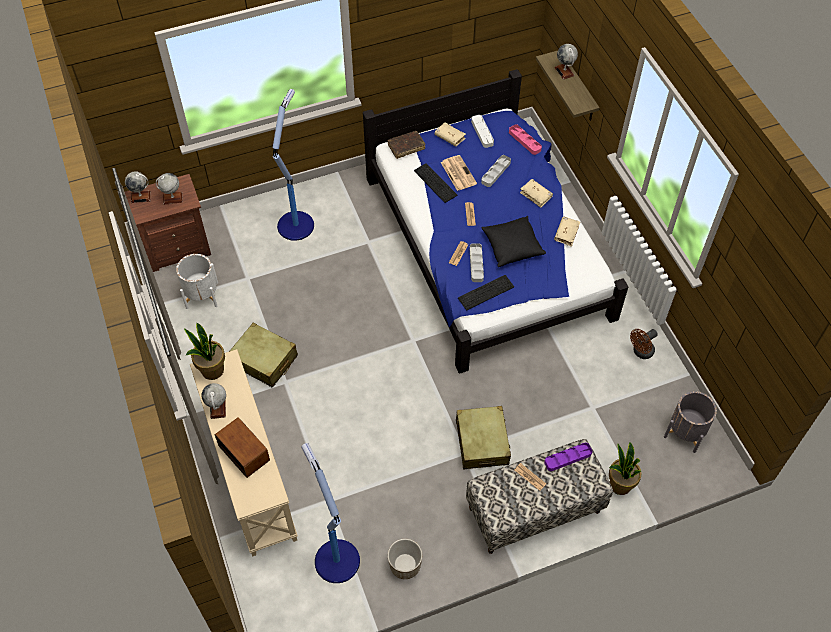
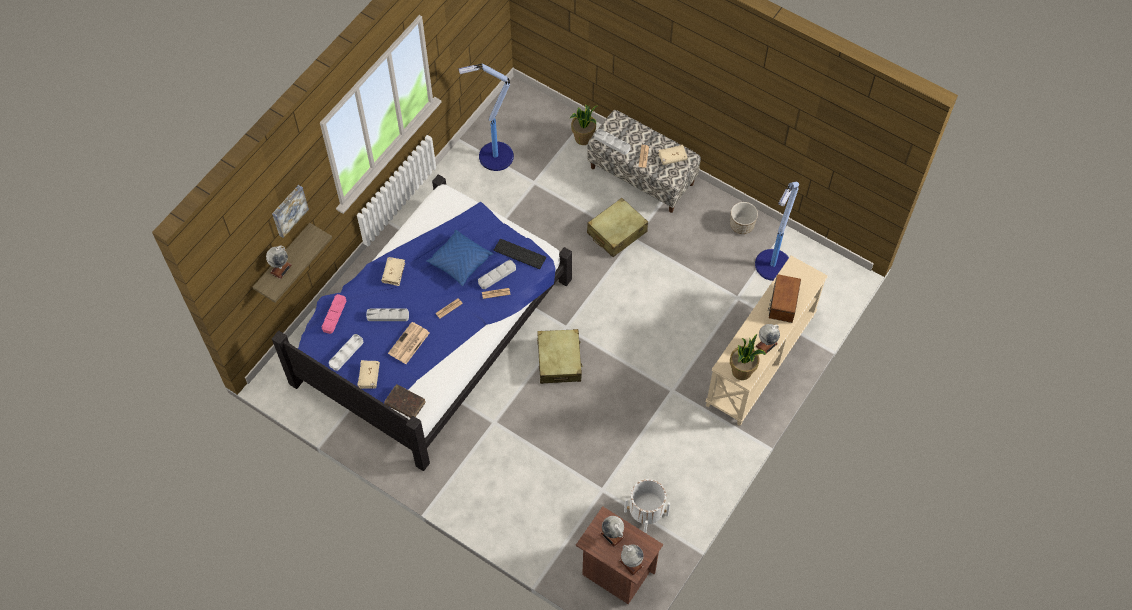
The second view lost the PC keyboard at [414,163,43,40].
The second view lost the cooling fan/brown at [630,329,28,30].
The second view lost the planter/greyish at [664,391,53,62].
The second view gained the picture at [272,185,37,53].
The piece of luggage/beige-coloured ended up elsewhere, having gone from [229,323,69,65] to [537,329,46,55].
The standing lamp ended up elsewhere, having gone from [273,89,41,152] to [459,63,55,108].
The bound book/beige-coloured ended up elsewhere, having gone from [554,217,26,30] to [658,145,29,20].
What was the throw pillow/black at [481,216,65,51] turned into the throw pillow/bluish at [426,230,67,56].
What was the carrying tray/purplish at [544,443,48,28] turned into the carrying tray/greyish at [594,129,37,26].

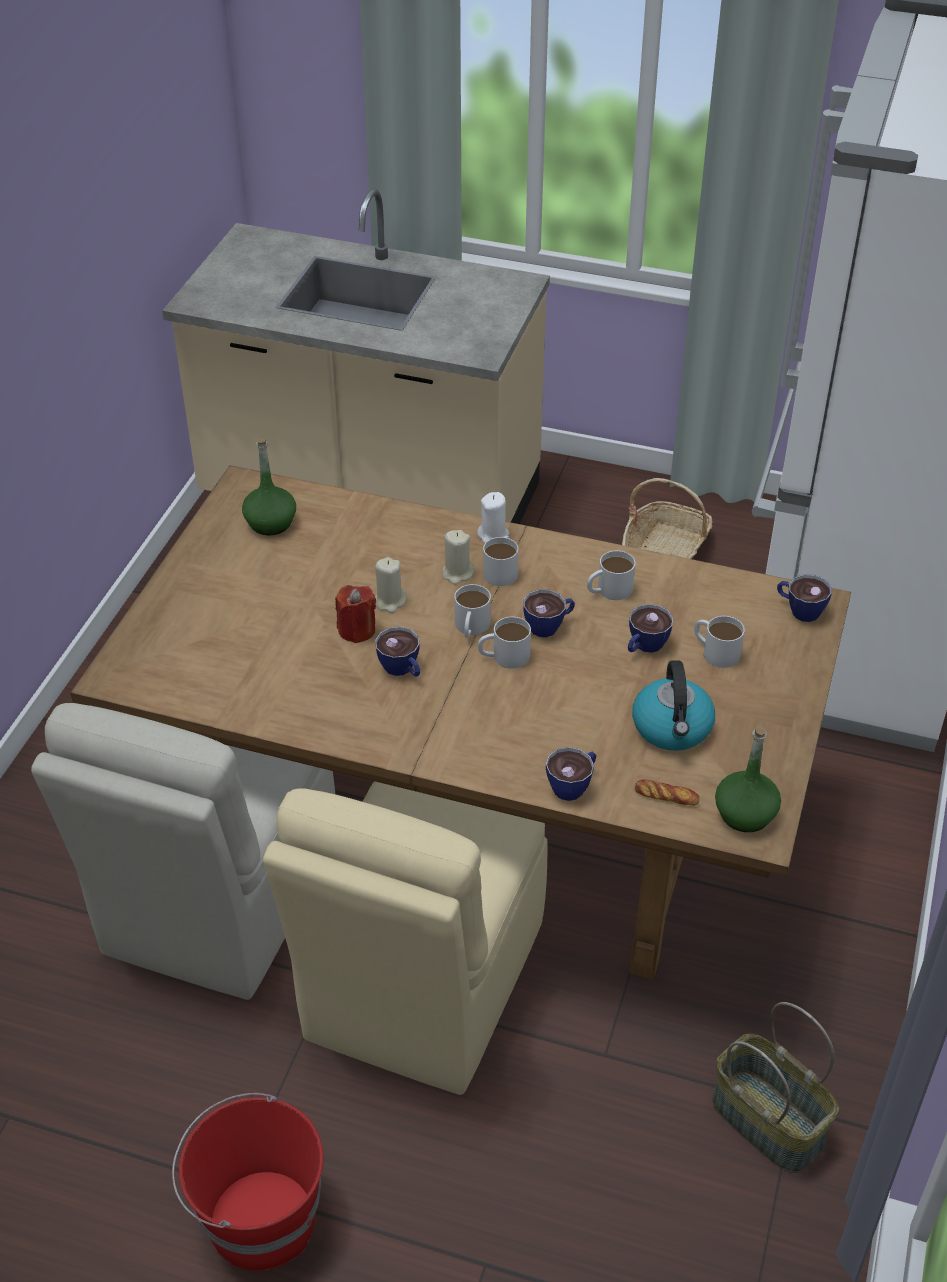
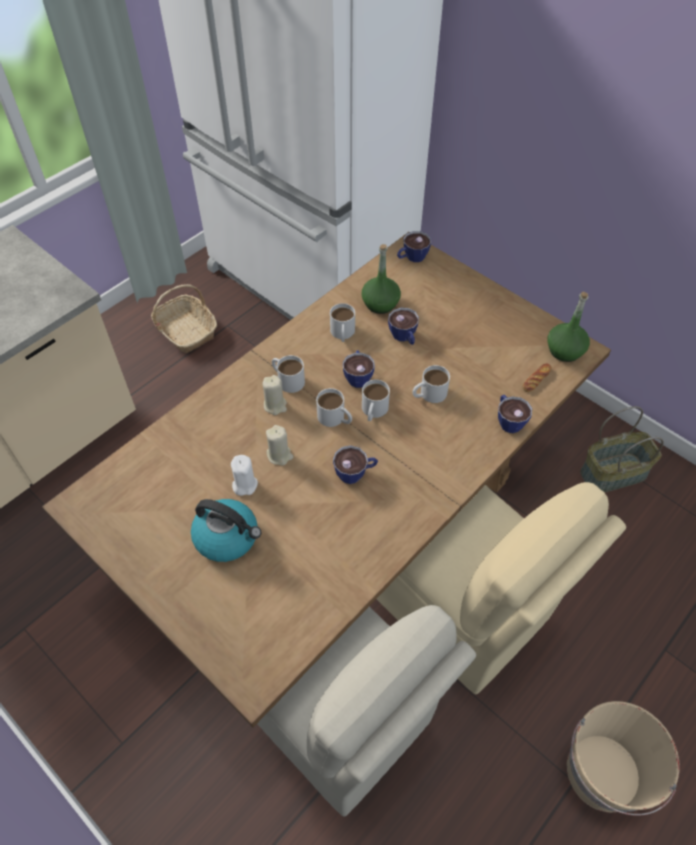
The second view lost the candle/reddish at [335,585,41,58].
The drink bottle/greenish ended up elsewhere, having gone from [242,439,54,97] to [361,244,40,70].
The candle/white-coloured ended up elsewhere, having gone from [477,492,32,51] to [231,455,27,41].
The water kettle ended up elsewhere, having gone from [632,660,83,91] to [191,499,70,63].
The coffee mug/white-coloured ended up elsewhere, having gone from [694,616,51,52] to [412,365,38,38].
What was the bucket/reddish at [172,1093,152,178] turned into the bucket/beige-coloured at [567,701,113,115].

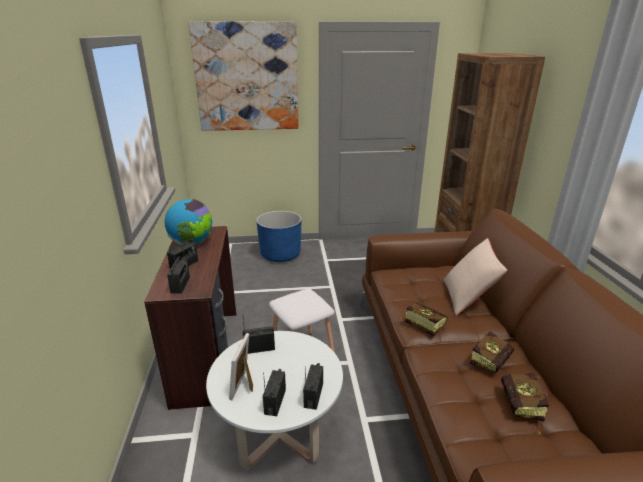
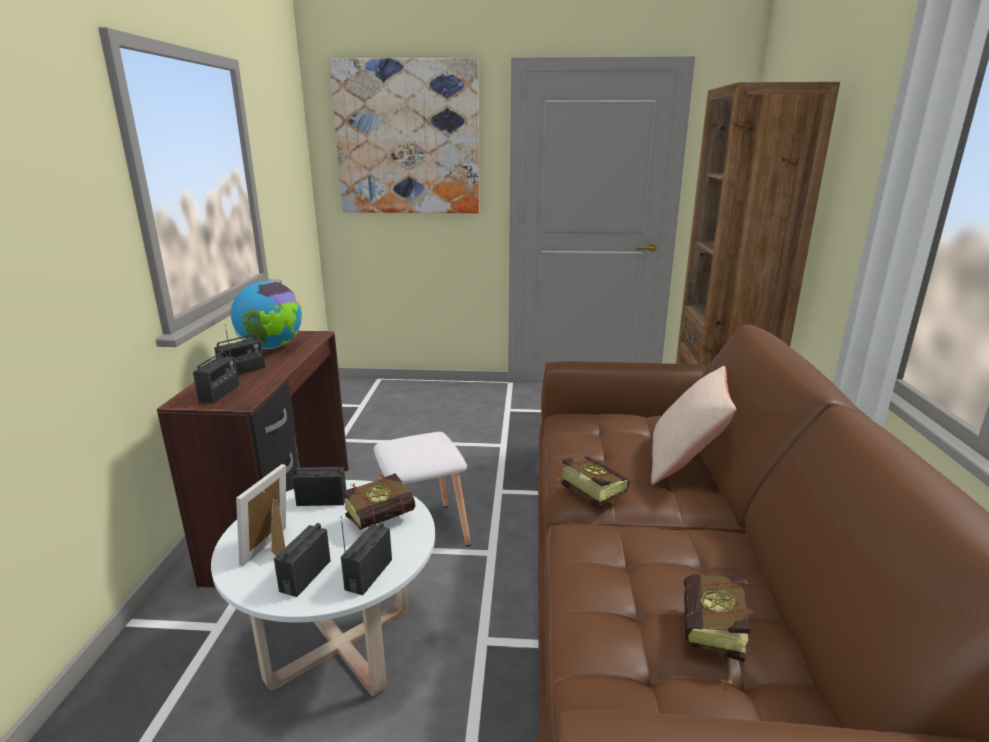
The second view lost the planter/bluish at [256,211,46,51].
The bound book ended up elsewhere, having gone from [470,331,44,42] to [343,473,72,57].

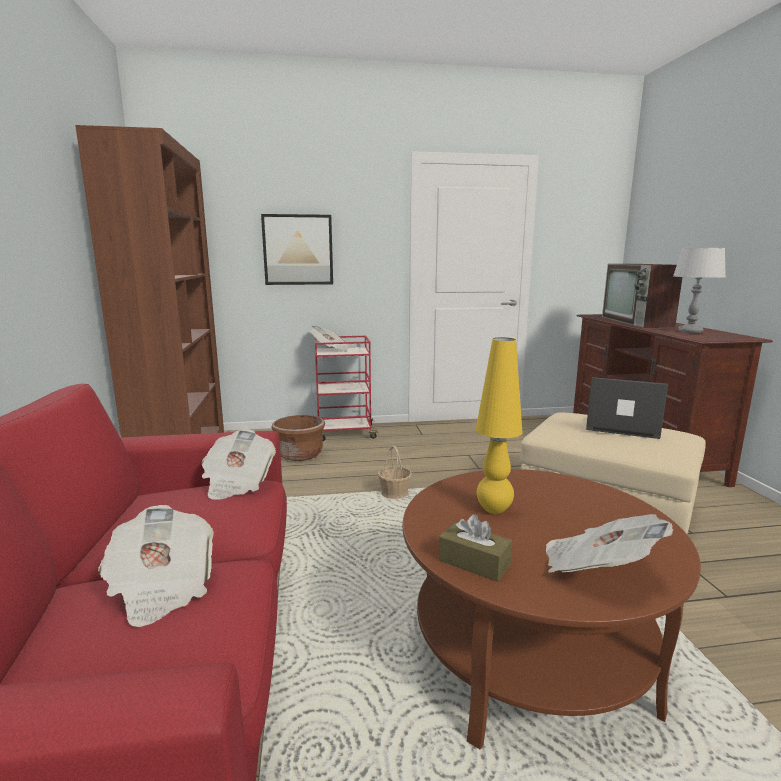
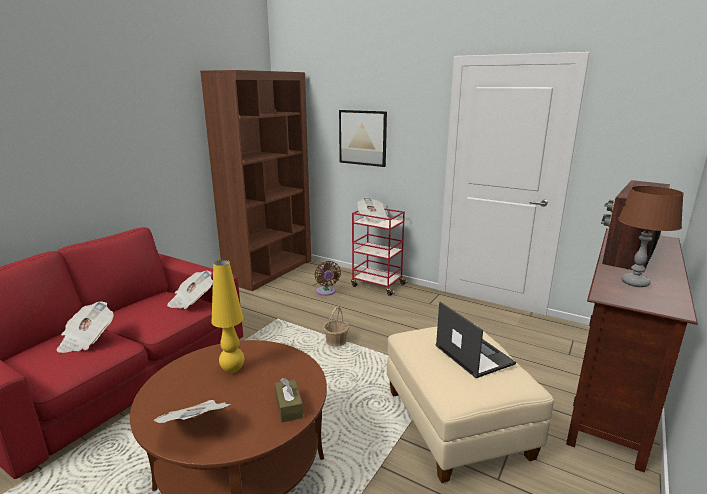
The tissue box/brown ended up elsewhere, having gone from [439,514,73,68] to [275,378,28,44].
Where the planter/brown stood at [271,415,54,46], the cooling fan/brown came to stand at [315,261,26,35].
What was the table lamp/greyish at [673,248,53,85] turned into the table lamp/brown at [618,186,66,101].

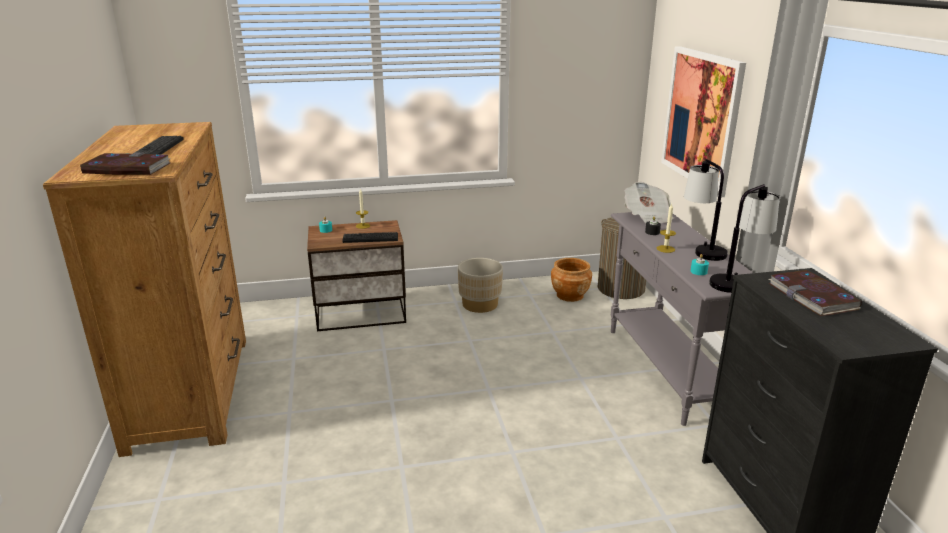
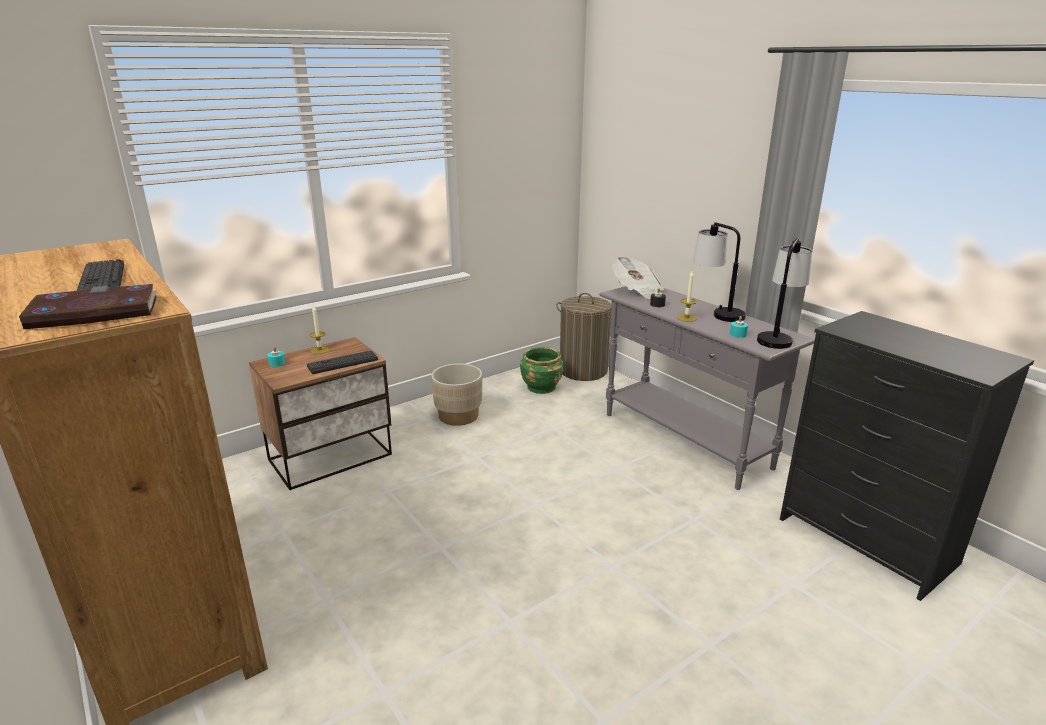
The second view lost the picture at [661,46,85,151].
The second view lost the bound book at [769,270,93,46].
What was the planter/brown at [551,258,41,44] turned into the planter/greenish at [520,347,44,47].

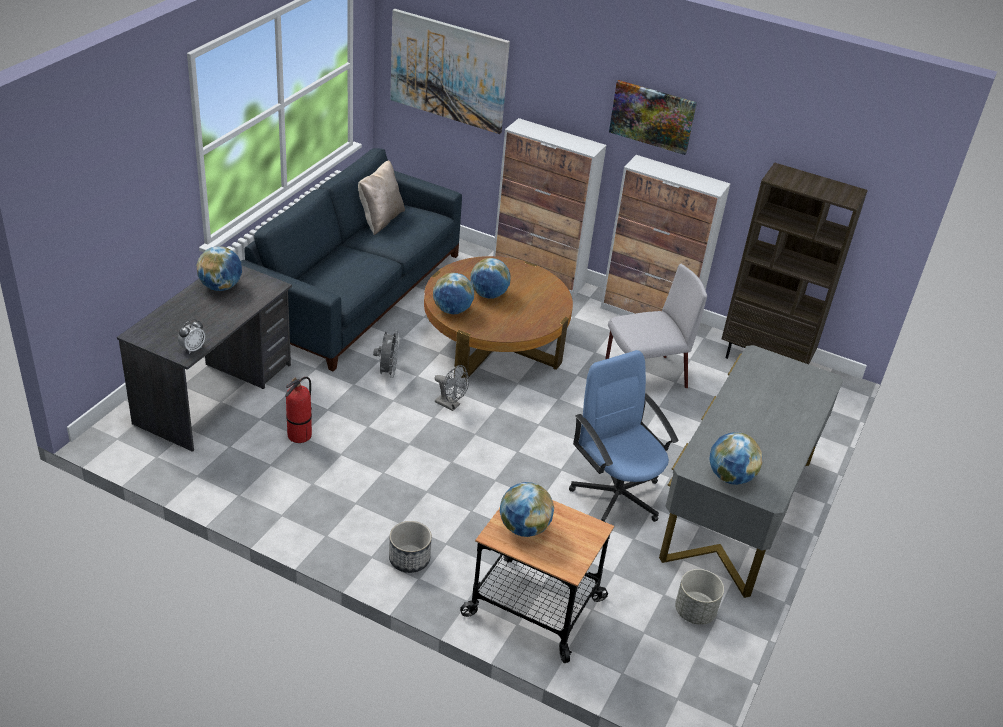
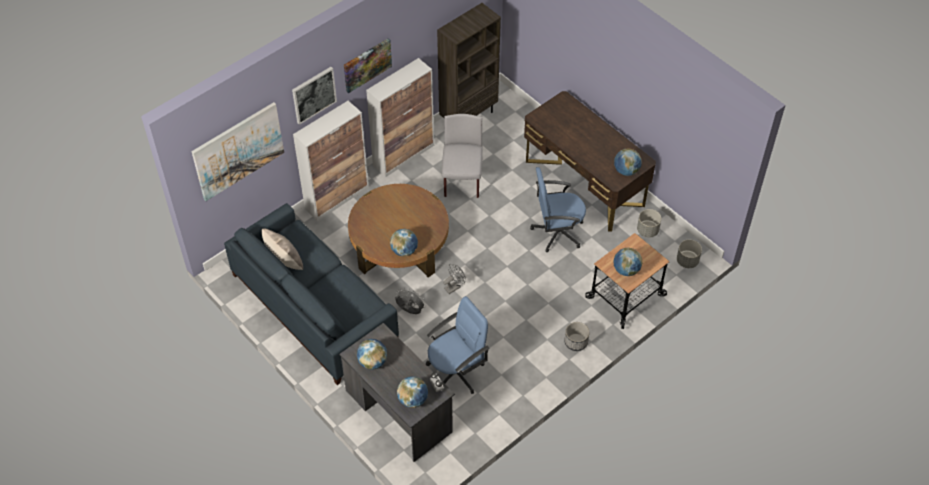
The second view gained the picture at [292,67,45,58].
The second view gained the planter/greyish at [677,240,25,28].
The desk globe ended up elsewhere, having gone from [470,258,41,41] to [397,377,31,31].
Where the fire extinguisher stood at [285,377,27,66], the office chair/bluish came to stand at [426,296,63,98].
What was the desk unit/greyish at [659,345,184,253] turned into the desk unit/brown at [524,91,132,141].

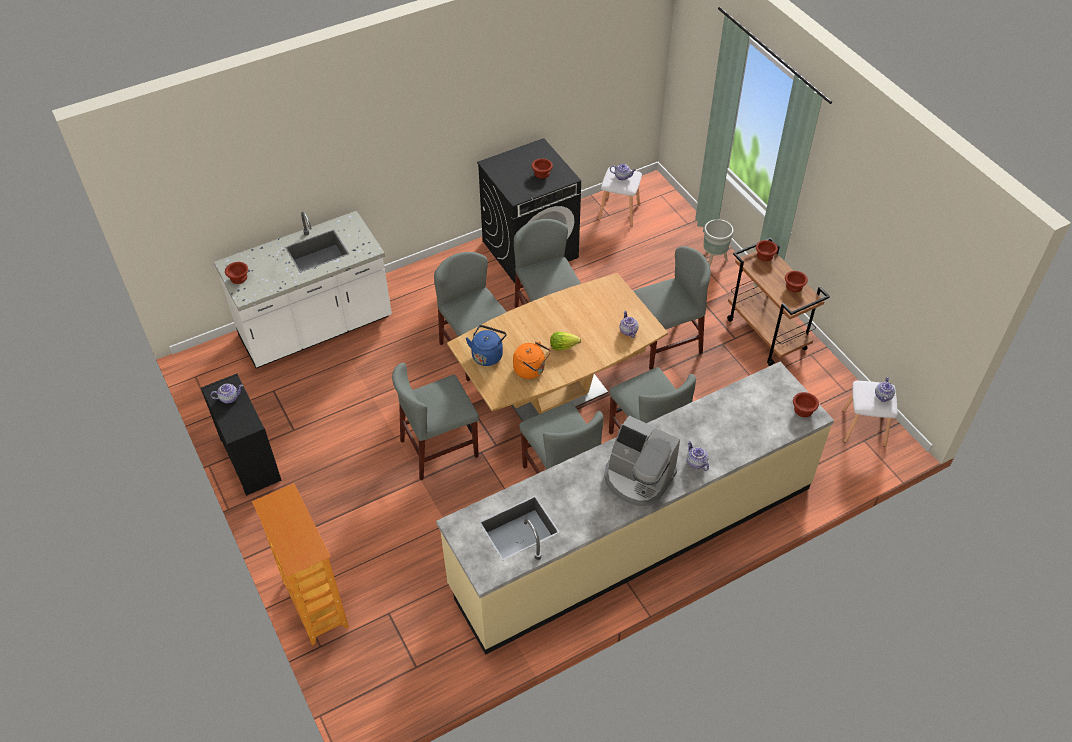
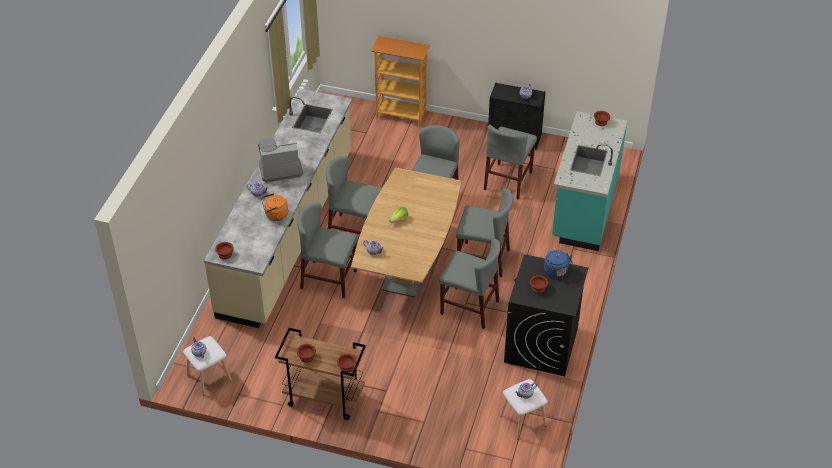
The second view lost the planter/greyish at [703,219,31,46].
The water kettle/bluish ended up elsewhere, having gone from [466,325,41,41] to [544,250,29,28].
The water kettle/orangey ended up elsewhere, having gone from [513,342,38,37] to [261,193,27,28].
The plain chair/greyish ended up elsewhere, having gone from [633,246,78,124] to [484,124,53,76].
What was the kitchen counter/white-coloured at [214,211,178,158] turned into the kitchen counter/turquoise-coloured at [552,111,75,140].

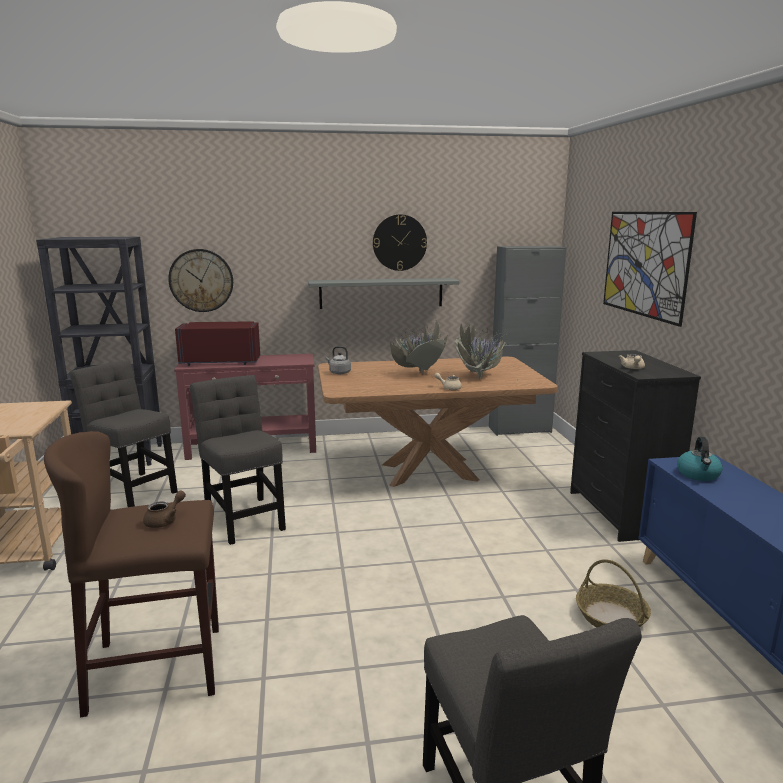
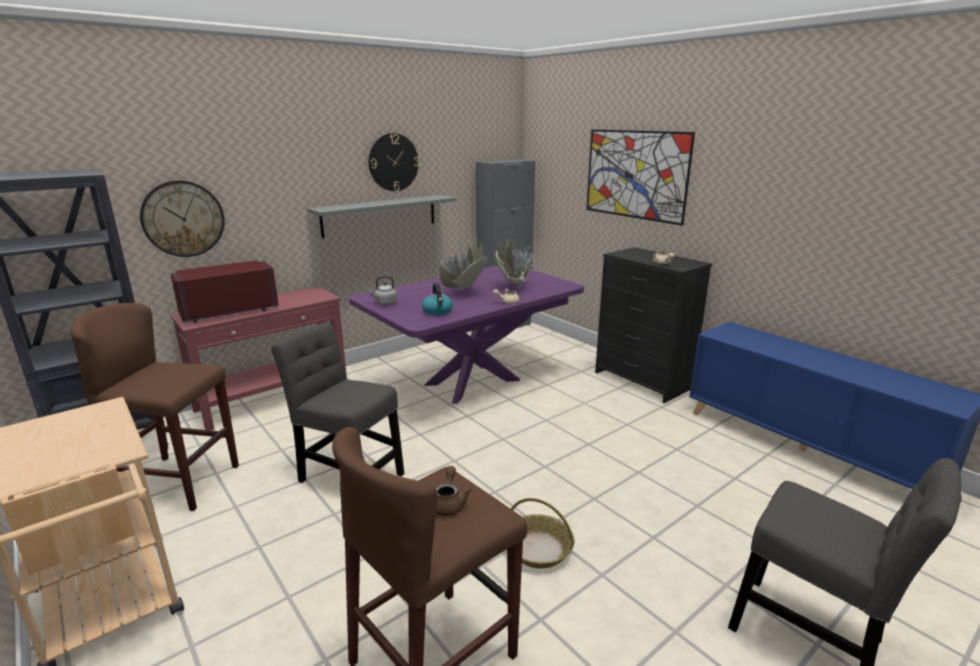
The basket ended up elsewhere, having gone from [576,559,75,68] to [511,498,64,71].
The water kettle ended up elsewhere, having gone from [677,437,46,44] to [422,283,31,33].
Where the plain chair/greyish stood at [70,360,108,147], the sitting stool/brown came to stand at [71,303,168,208].
What was the dining table/brown at [318,357,239,130] turned into the dining table/purplish at [349,266,235,138].

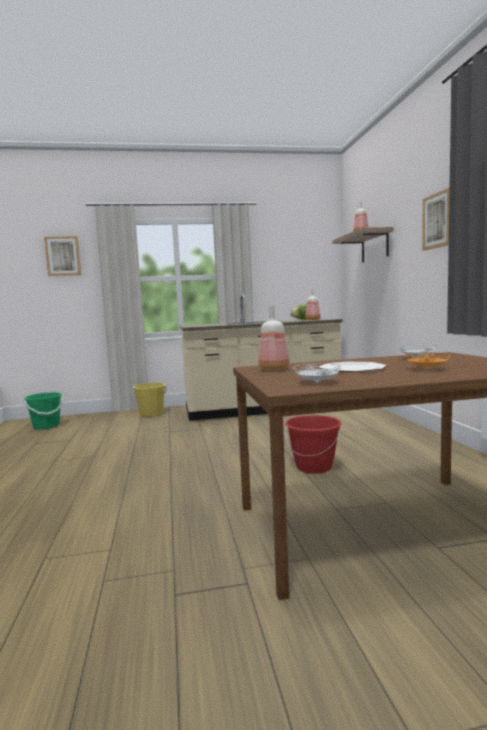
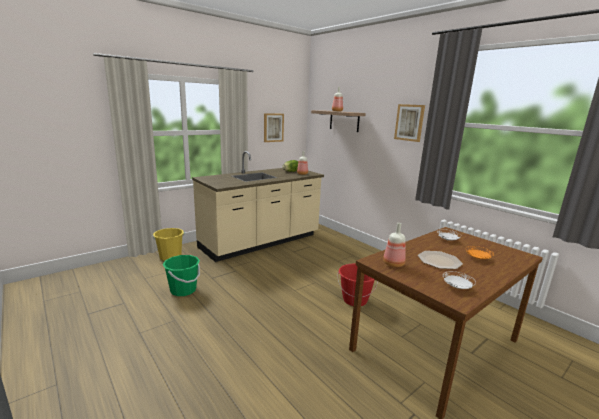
The bucket/greenish ended up elsewhere, having gone from [24,392,39,37] to [163,255,37,41].
The picture ended up elsewhere, having gone from [44,236,37,40] to [264,113,20,29].

